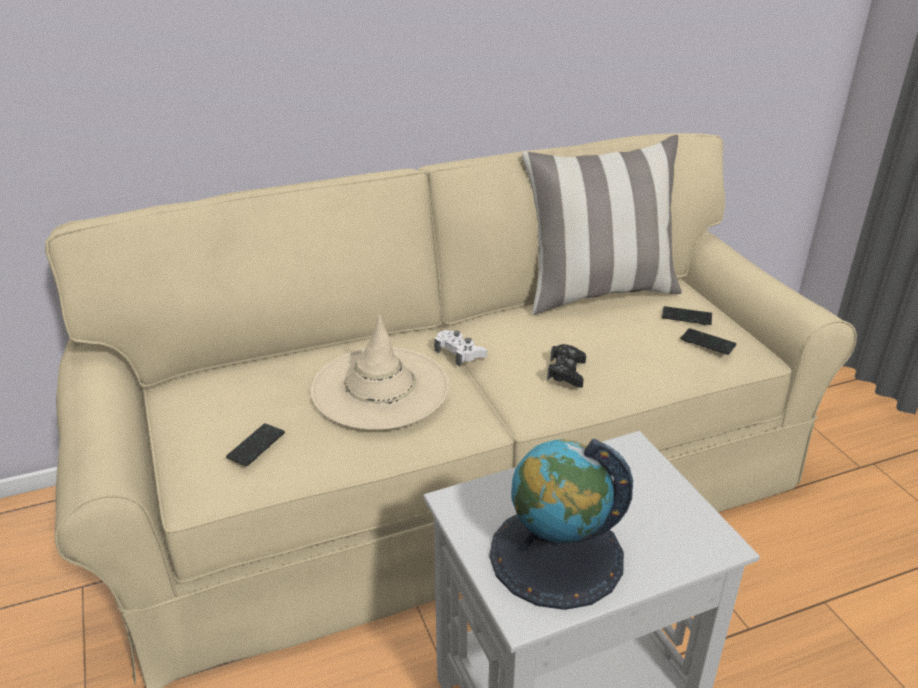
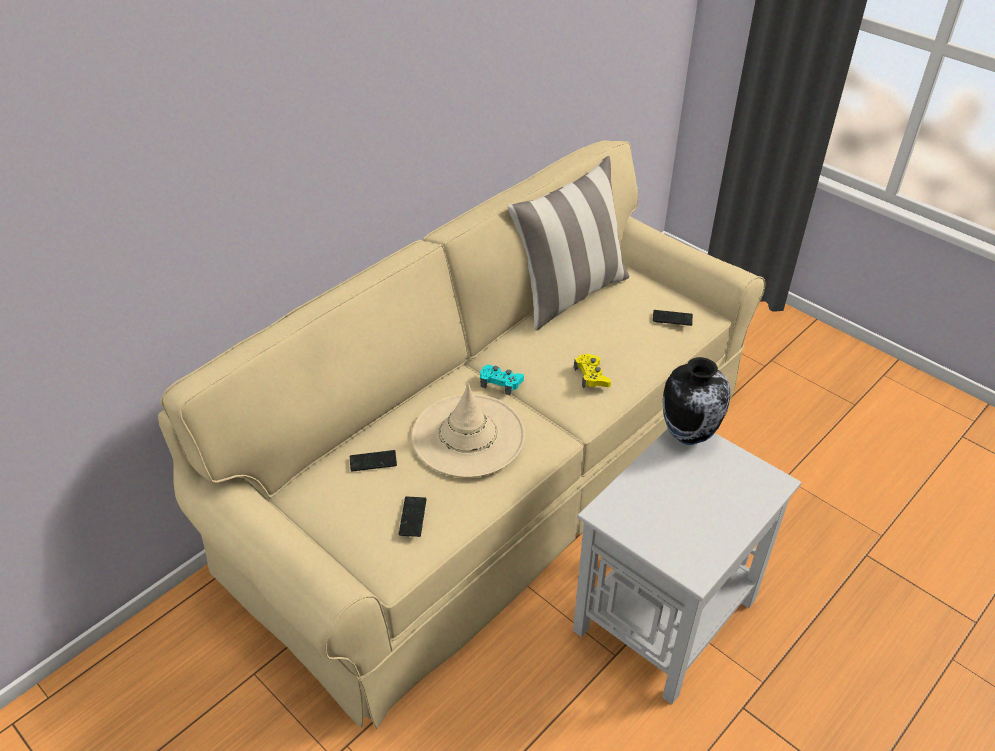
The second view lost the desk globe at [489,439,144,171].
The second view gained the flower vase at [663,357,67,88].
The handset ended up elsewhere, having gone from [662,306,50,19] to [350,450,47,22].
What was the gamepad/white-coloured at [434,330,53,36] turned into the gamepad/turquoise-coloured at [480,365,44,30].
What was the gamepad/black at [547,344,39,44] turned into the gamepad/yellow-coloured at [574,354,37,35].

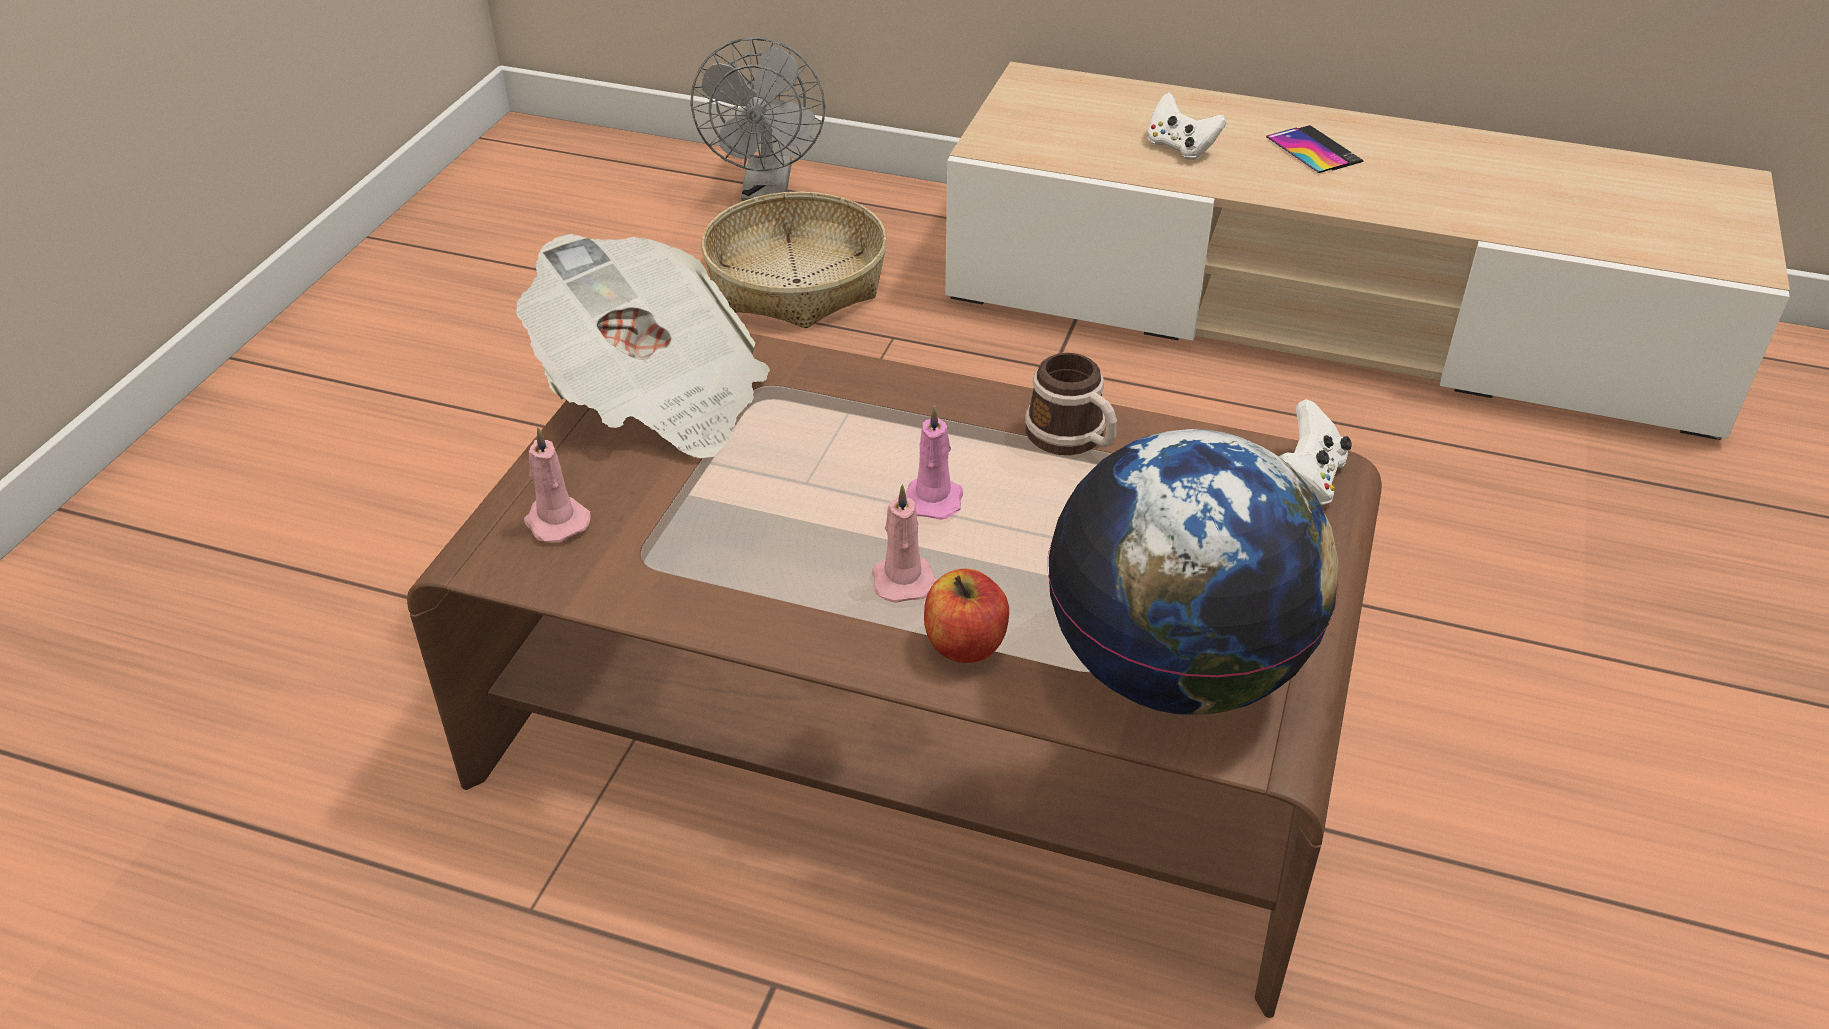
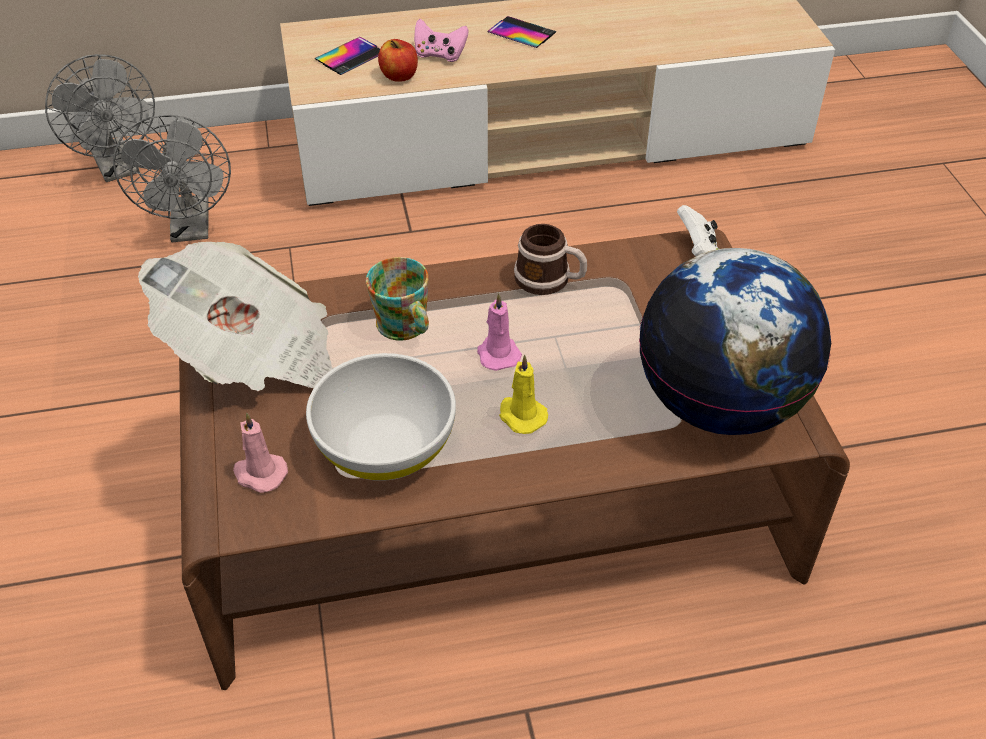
The second view gained the deep dish/white-coloured at [306,353,150,128].
The second view gained the handset at [315,37,65,38].
The second view gained the coffee mug at [366,257,63,84].
The whole apple ended up elsewhere, having gone from [924,568,85,95] to [378,39,40,43].
Where the basket stood at [701,191,186,137], the cooling fan/greyish came to stand at [113,115,118,127].
What was the candle/pink-coloured at [872,484,65,119] turned into the candle/yellow-coloured at [499,354,49,80].
What was the gamepad/white-coloured at [1147,92,79,68] turned into the gamepad/pink-coloured at [414,19,55,43].

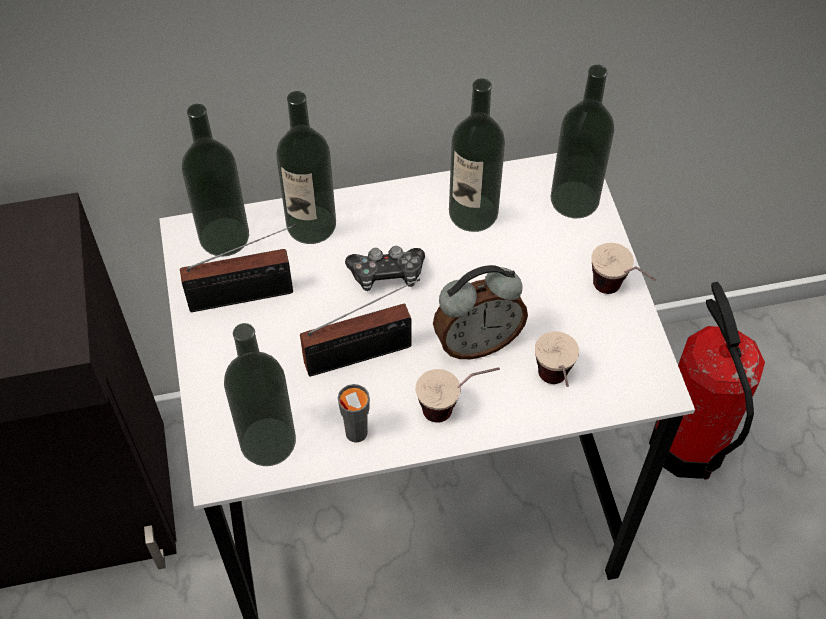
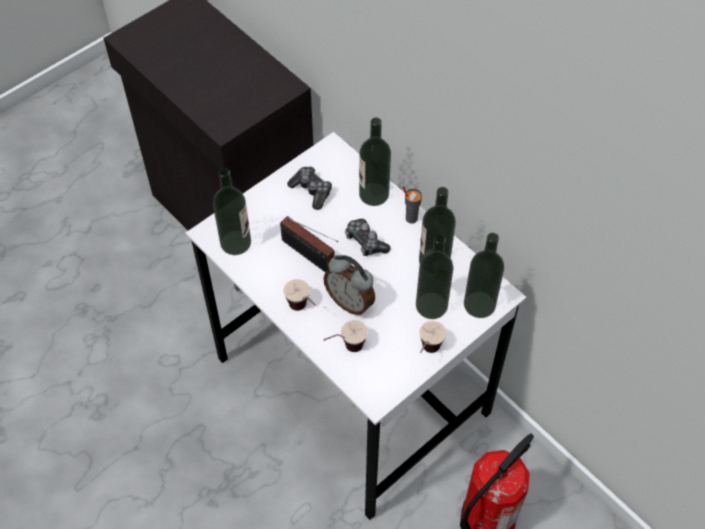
The drink bottle ended up elsewhere, having gone from [182,104,67,153] to [416,234,37,85].
The small cup/greyish ended up elsewhere, having gone from [338,384,32,59] to [403,186,19,38].
Where the radio set stood at [180,224,116,88], the gamepad came to stand at [287,167,45,43].

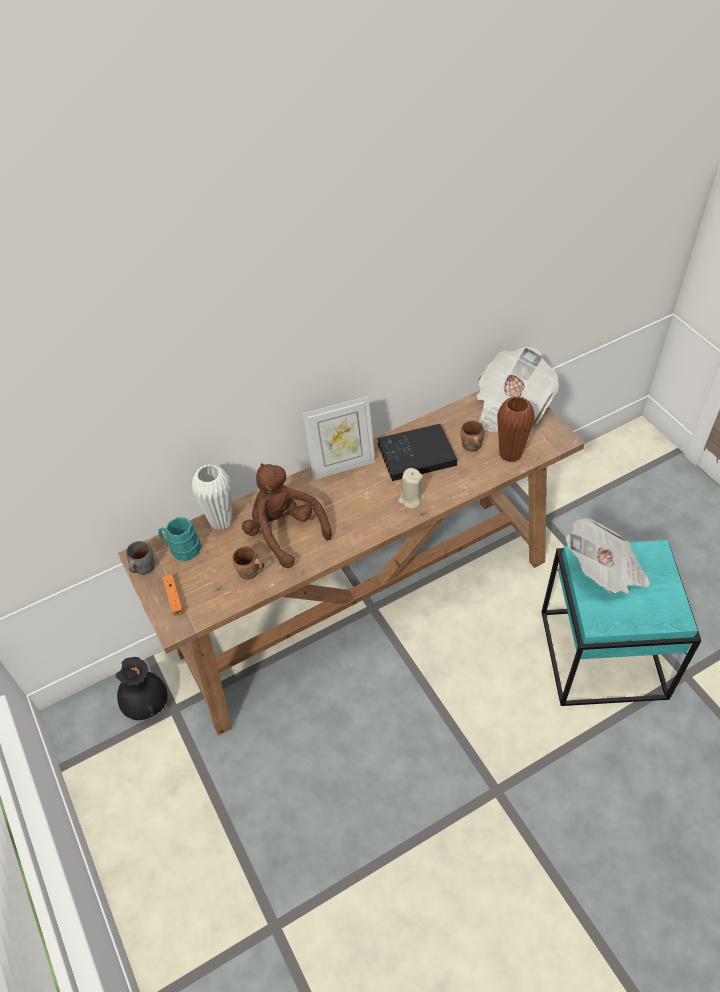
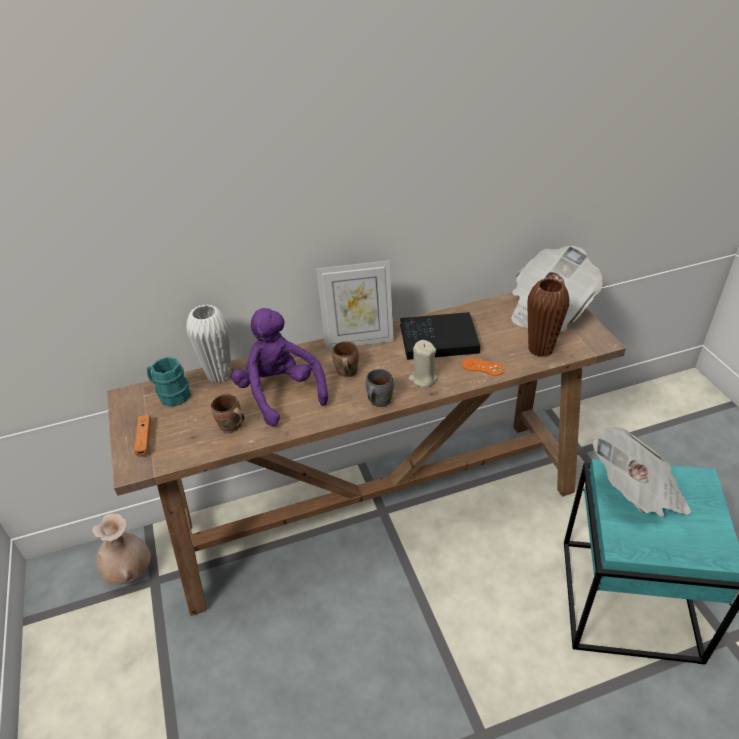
The second view gained the gamepad/orangey at [462,358,42,18].
The coffee mug/greyish ended up elsewhere, having gone from [126,541,29,34] to [366,369,28,38].
The coffee mug/brown ended up elsewhere, having gone from [460,420,24,32] to [332,341,27,36].
What was the flower vase/black at [116,657,51,63] turned into the flower vase/beige-coloured at [92,513,59,72].
What was the plush toy/brown at [242,463,90,105] turned into the plush toy/purplish at [232,308,96,118].

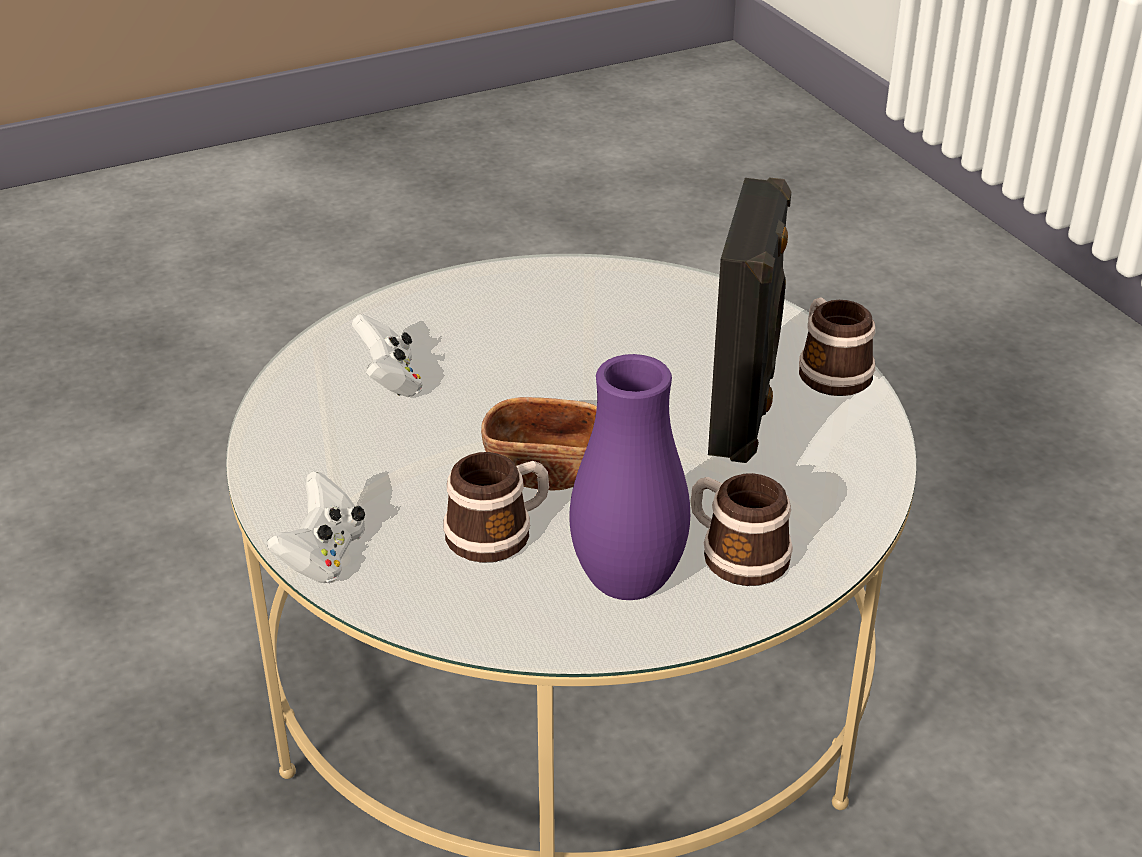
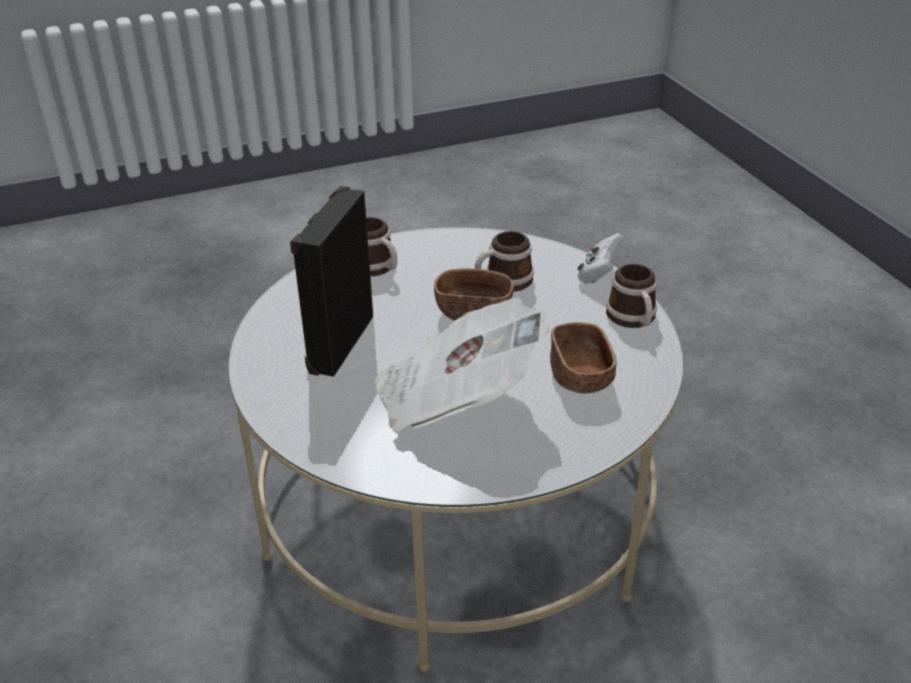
The second view lost the flower vase/purplish at [569,354,121,246].
The second view gained the printed paper at [374,298,175,134].
The coffee mug ended up elsewhere, having gone from [799,298,76,98] to [606,264,51,64].
Where the gamepad/white-coloured stood at [352,314,71,83], the deep dish/brown came to stand at [550,322,67,71].

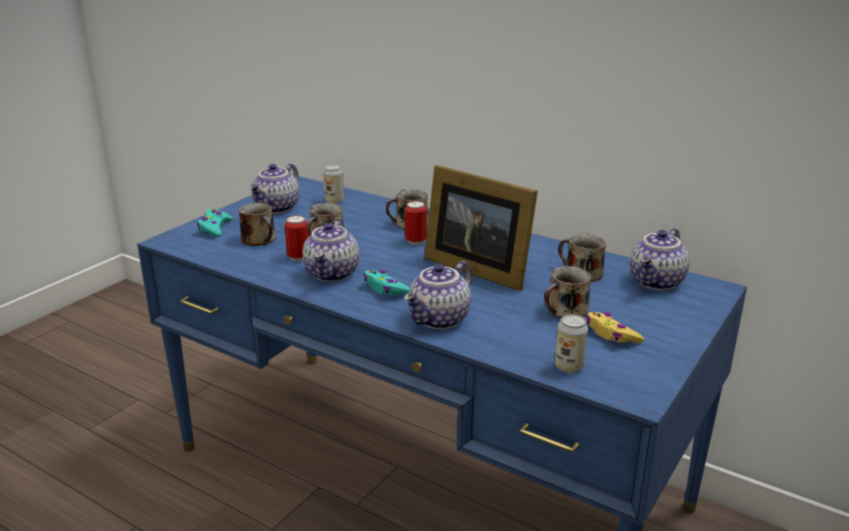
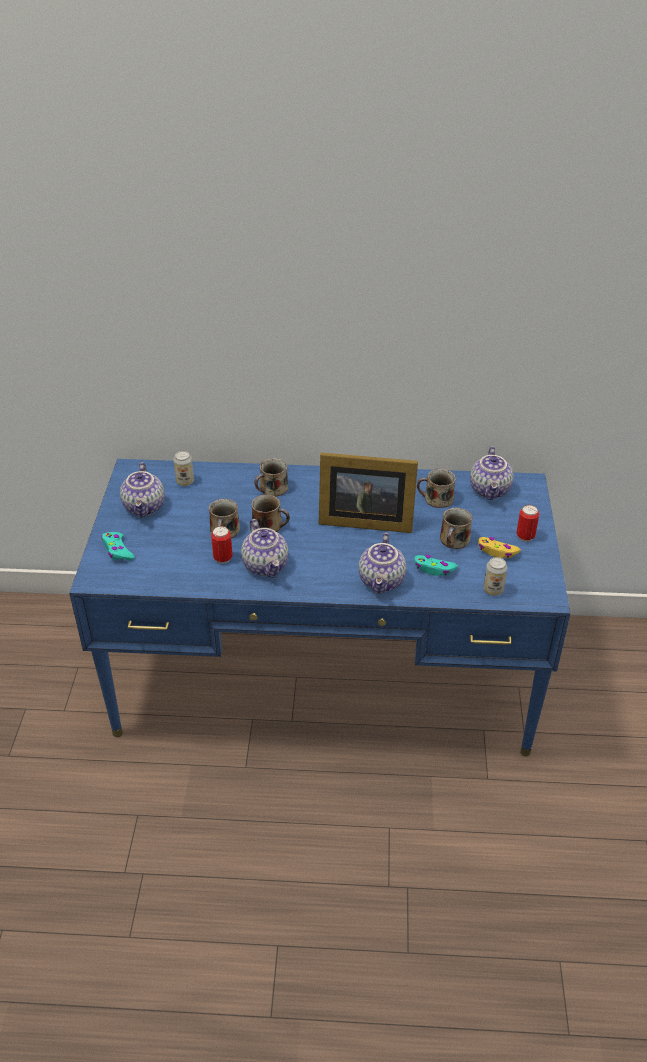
The coffee mug ended up elsewhere, having gone from [239,203,36,43] to [251,494,39,38].
The gamepad/turquoise-coloured ended up elsewhere, having gone from [363,270,47,25] to [414,555,44,21].
The sealed can ended up elsewhere, having gone from [405,201,22,44] to [516,505,23,37].

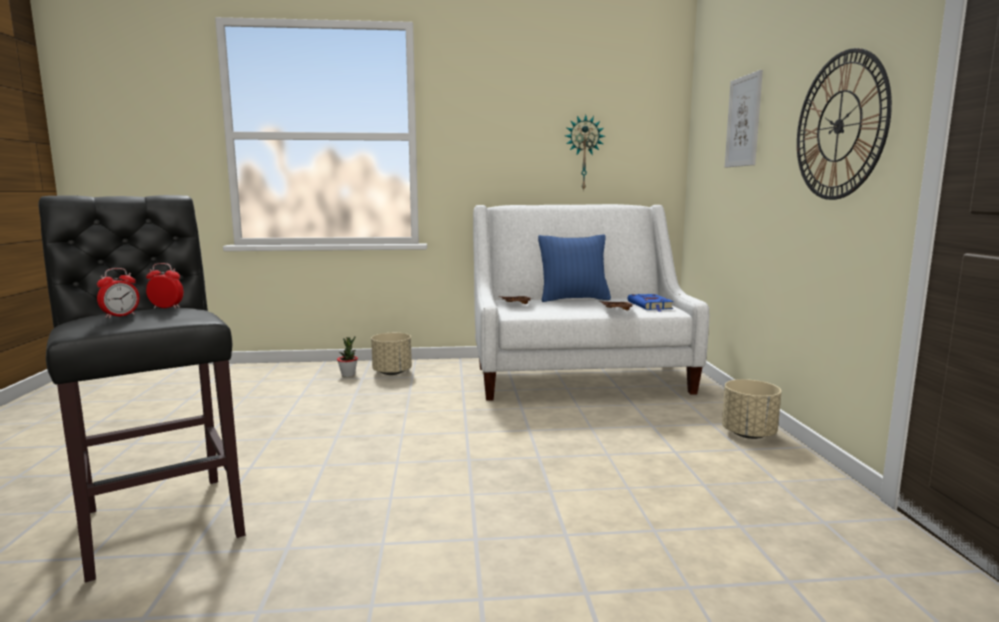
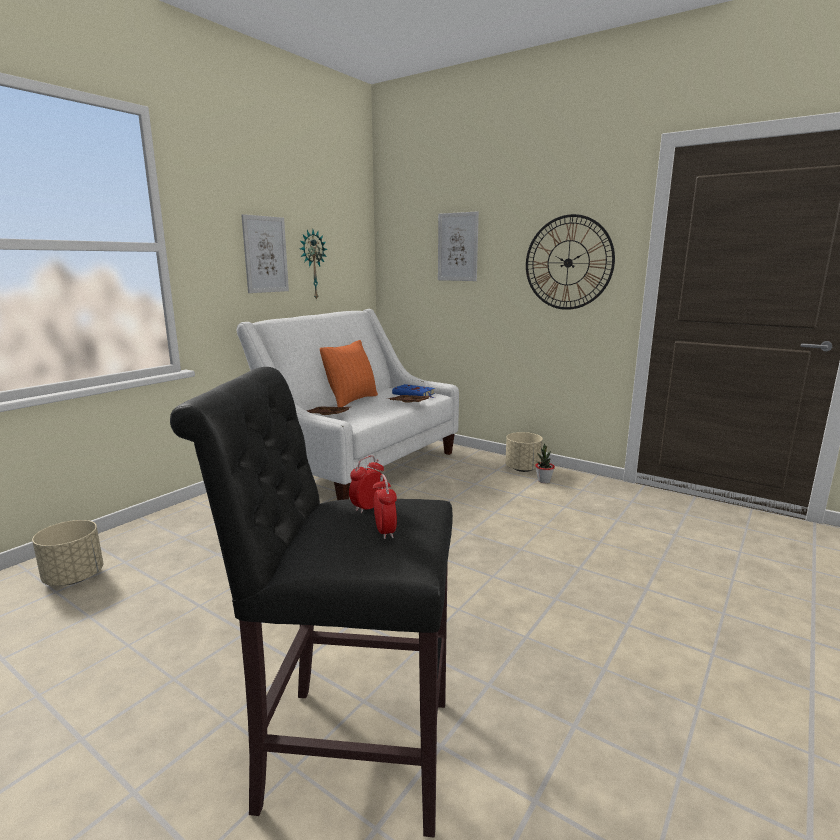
The second view gained the picture at [241,214,48,79].
The plant in a pot ended up elsewhere, having gone from [337,336,21,41] to [535,443,20,40].
The planter/beige-coloured ended up elsewhere, having gone from [371,333,41,42] to [32,520,71,66].
What was the throw pillow/bluish at [538,234,73,68] turned into the throw pillow/orangey at [320,340,58,67].

